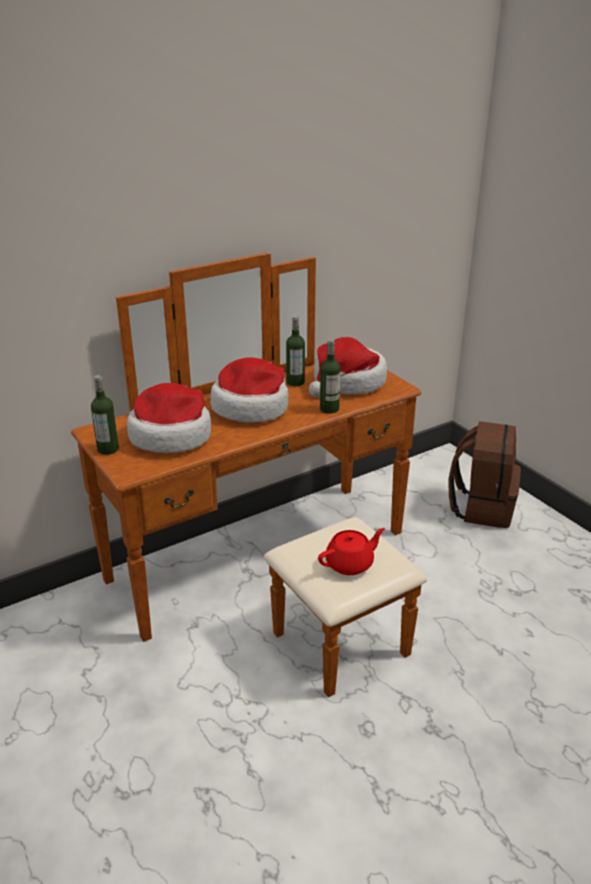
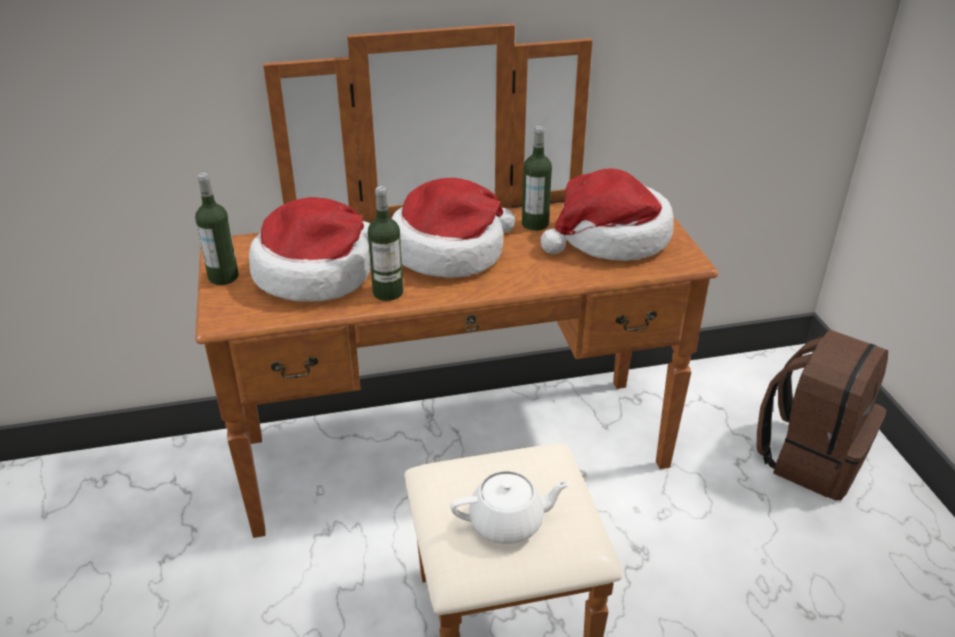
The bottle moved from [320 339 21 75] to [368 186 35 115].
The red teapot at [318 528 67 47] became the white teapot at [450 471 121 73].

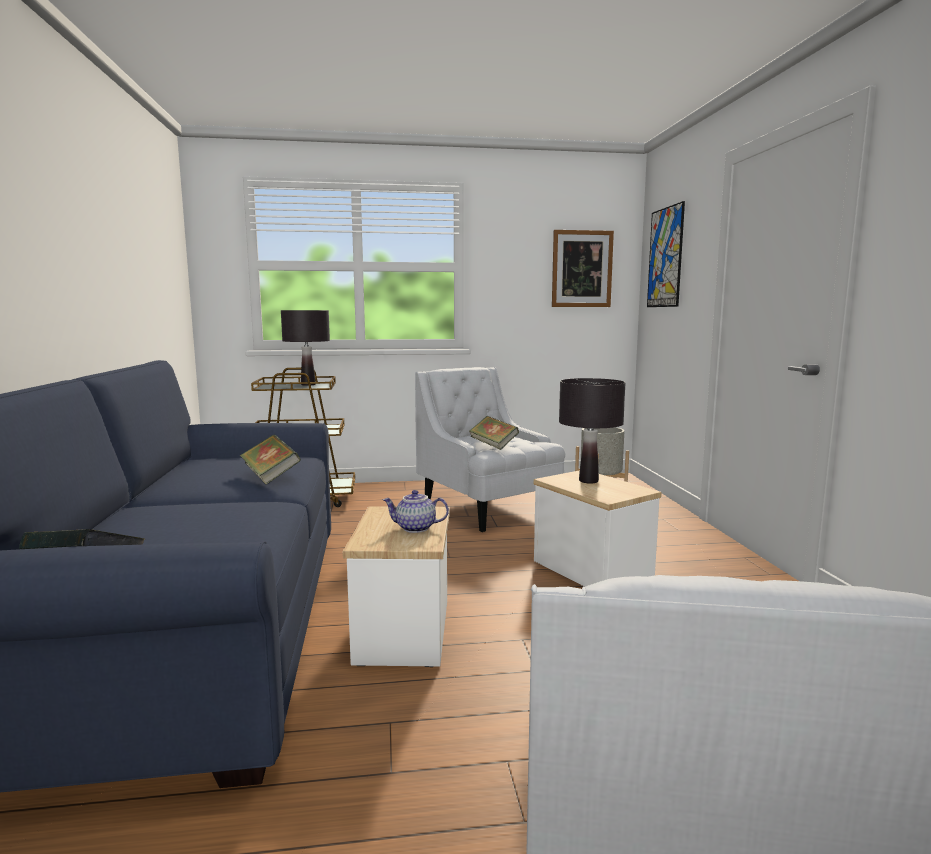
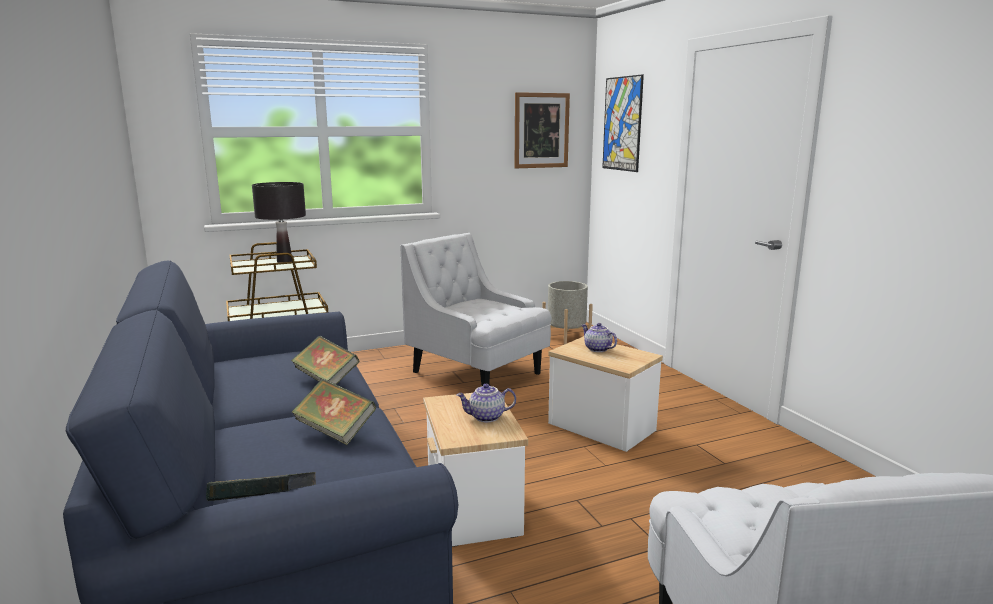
The black table lamp at [559 378 66 105] was replaced by the teapot at [582 323 35 29].
The book moved from [469 416 50 34] to [291 379 85 66].

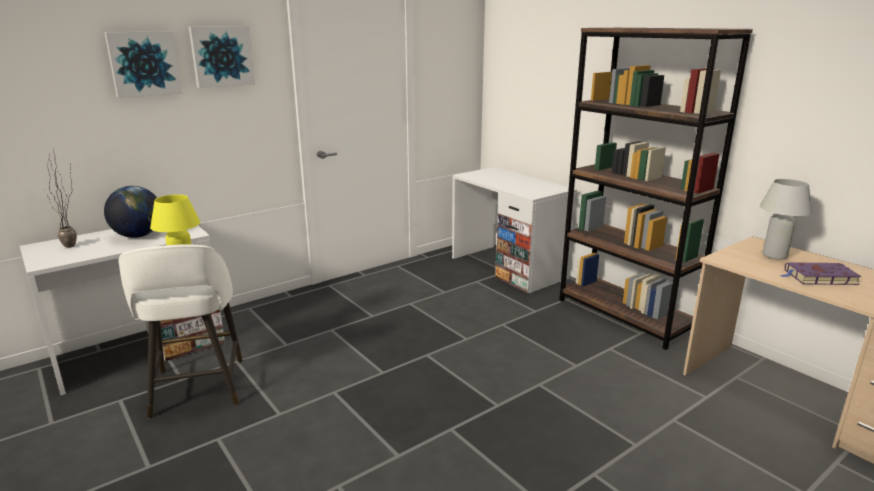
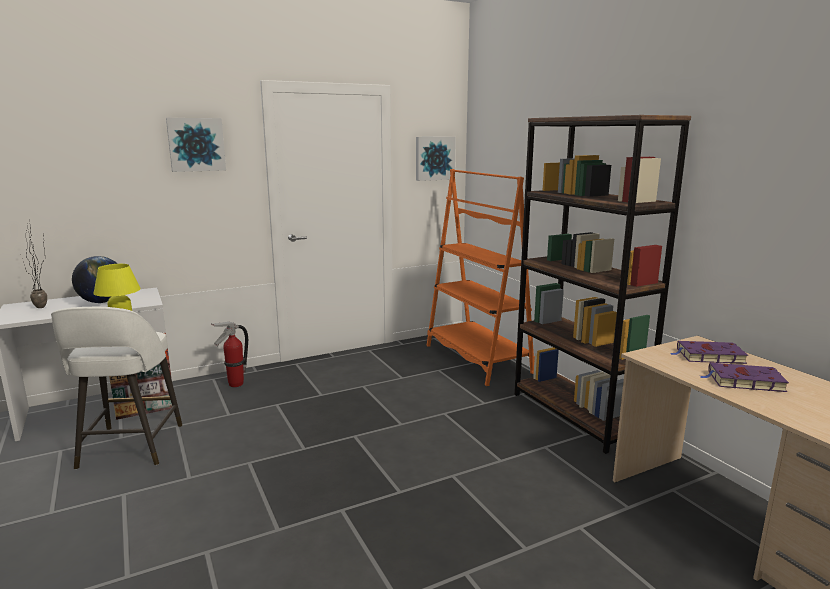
The picture moved from [104 31 78 67] to [416 137 40 44].
The white desk at [452 167 125 126] was replaced by the orange bookcase at [426 169 109 217].
The white table lamp at [759 179 53 81] was replaced by the purple book at [671 341 77 23].
The fire extinguisher at [211 322 37 65] appeared.

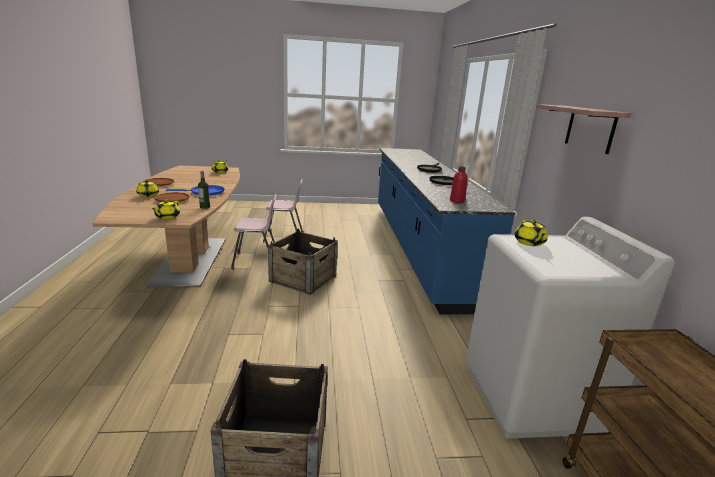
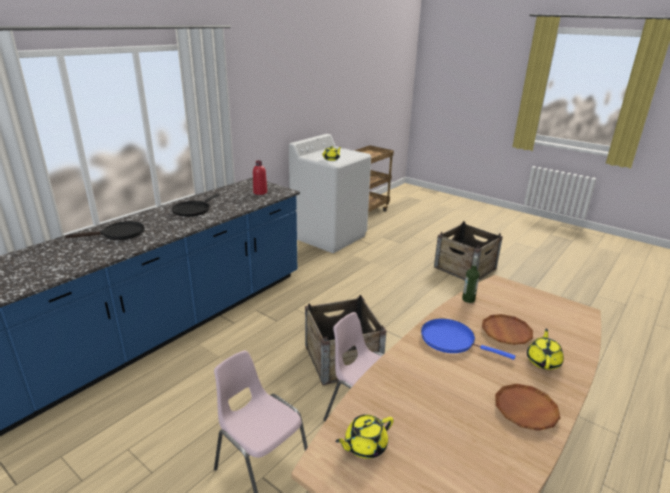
The shelf at [536 104 95 50] disappeared.
The yellow teapot at [151 199 29 20] disappeared.

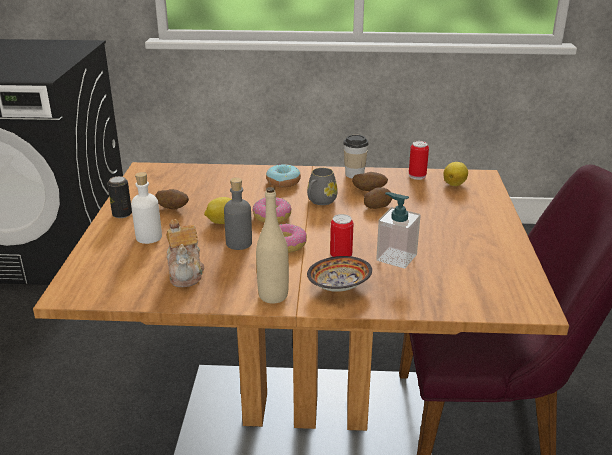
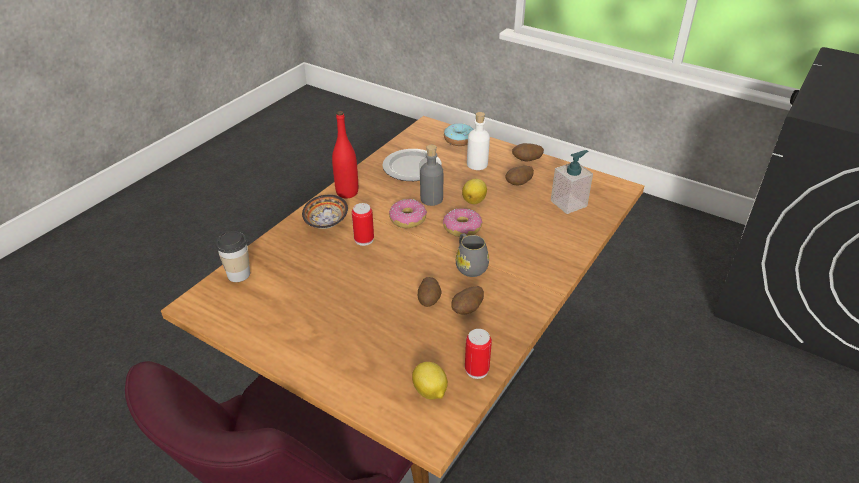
The cup moved from [343 135 25 44] to [216 231 34 51].
The donut moved from [266 164 35 24] to [444 123 30 23].
The can at [107 176 25 42] was replaced by the potato at [512 143 32 19].
The beige bottle at [256 187 33 117] became the red bottle at [332 111 26 87].
The soap dispenser moved from [376 192 45 77] to [551 150 42 64].
The teapot at [166 219 38 68] was replaced by the plate at [382 149 60 32].

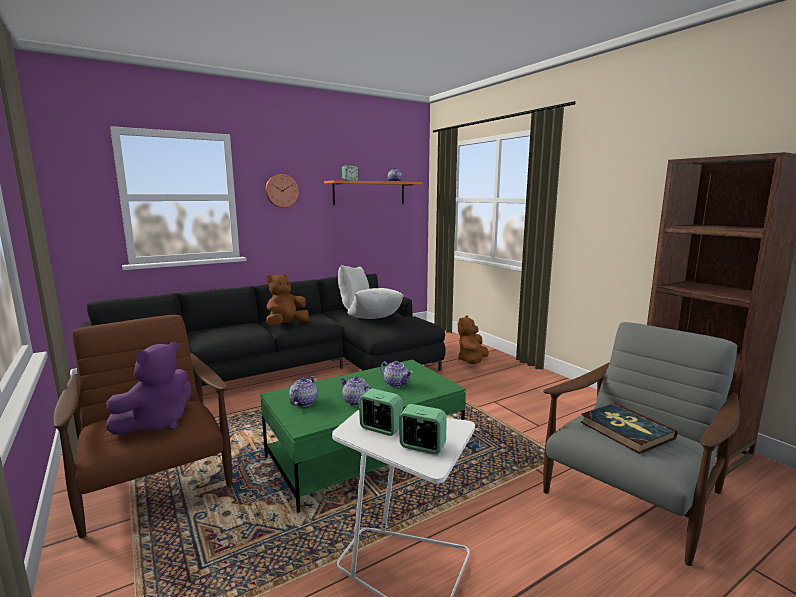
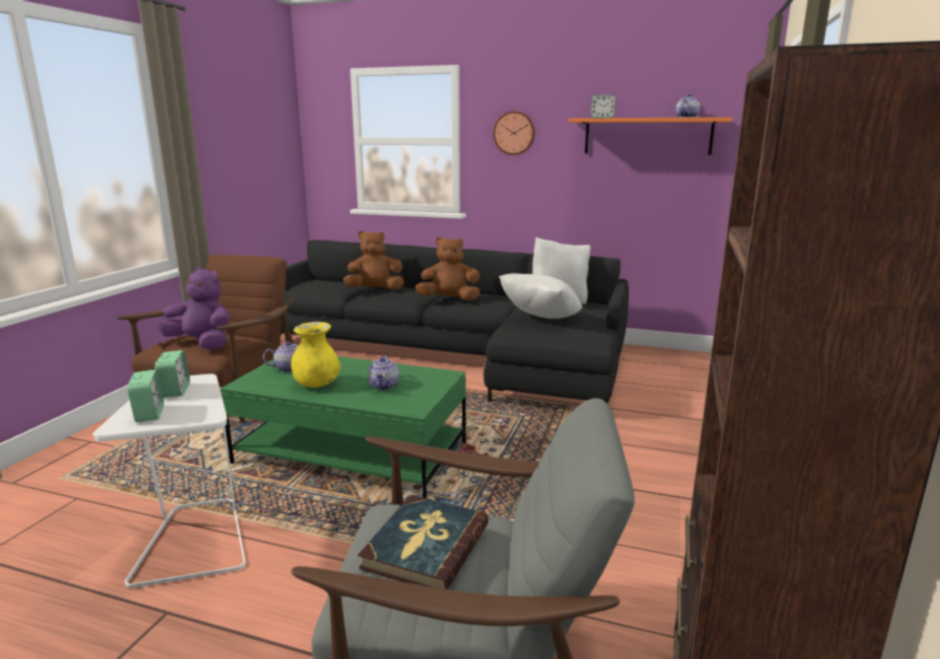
The brown plush toy moved from [458 315 31 49] to [343 231 61 59].
The purple plush toy at [106 342 86 93] turned 150 degrees counterclockwise.
The teapot at [339 376 34 30] was replaced by the yellow vase at [291 322 50 66].

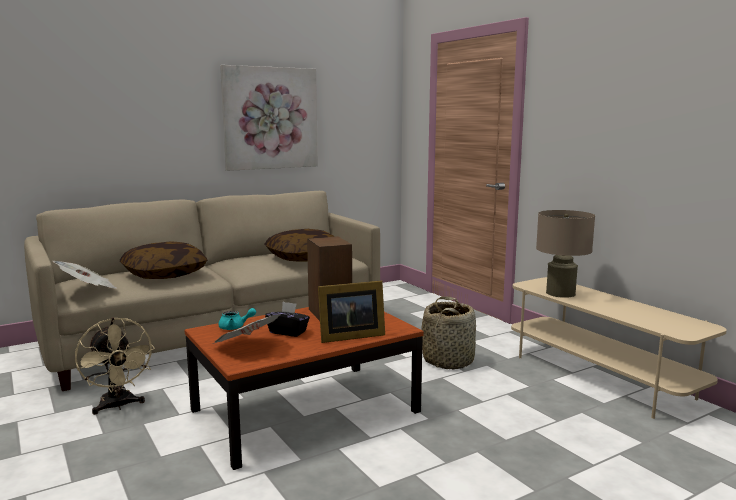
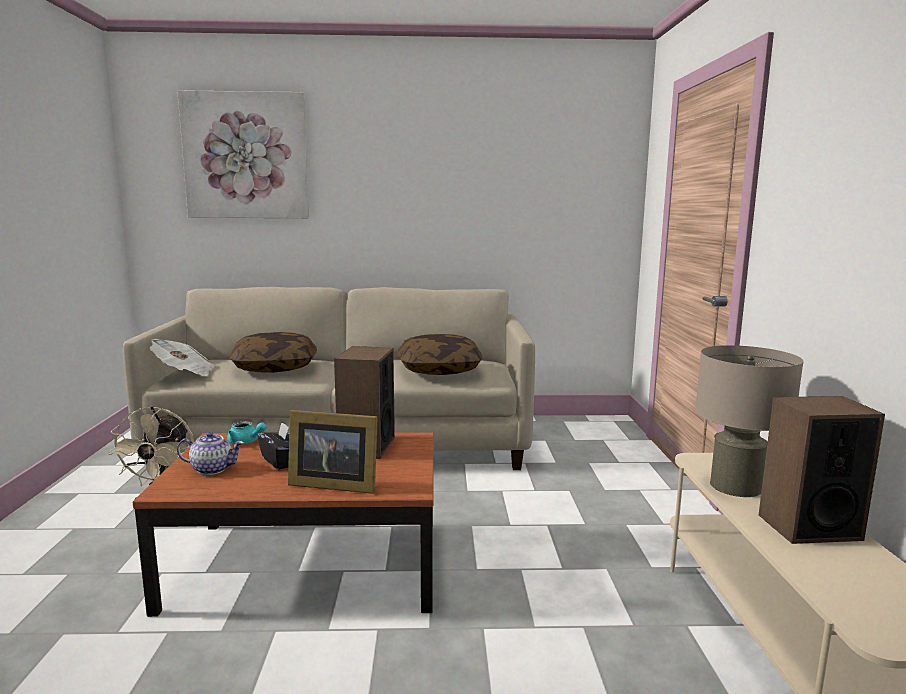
The picture moved from [220 65 98 106] to [177 90 132 128].
The basket at [421 297 55 72] disappeared.
The newspaper at [212 314 68 30] was replaced by the teapot at [177 432 67 43].
The speaker at [759 396 126 148] appeared.

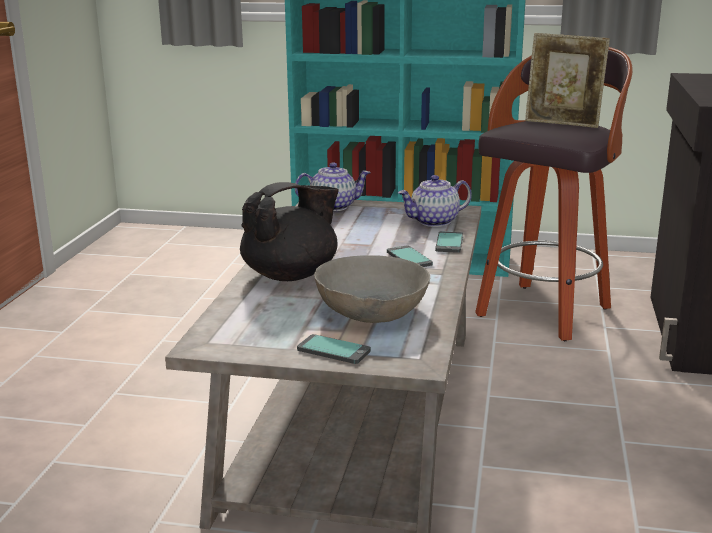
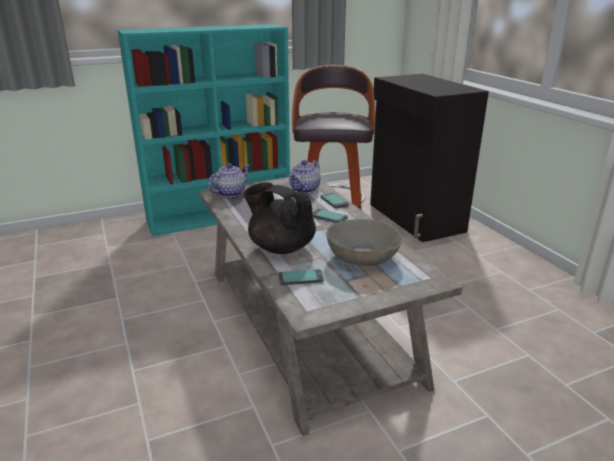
The picture frame at [525 33 85 95] disappeared.
The black teapot at [240 182 99 99] turned 75 degrees counterclockwise.
The phone moved from [297 334 74 30] to [278 269 46 16].

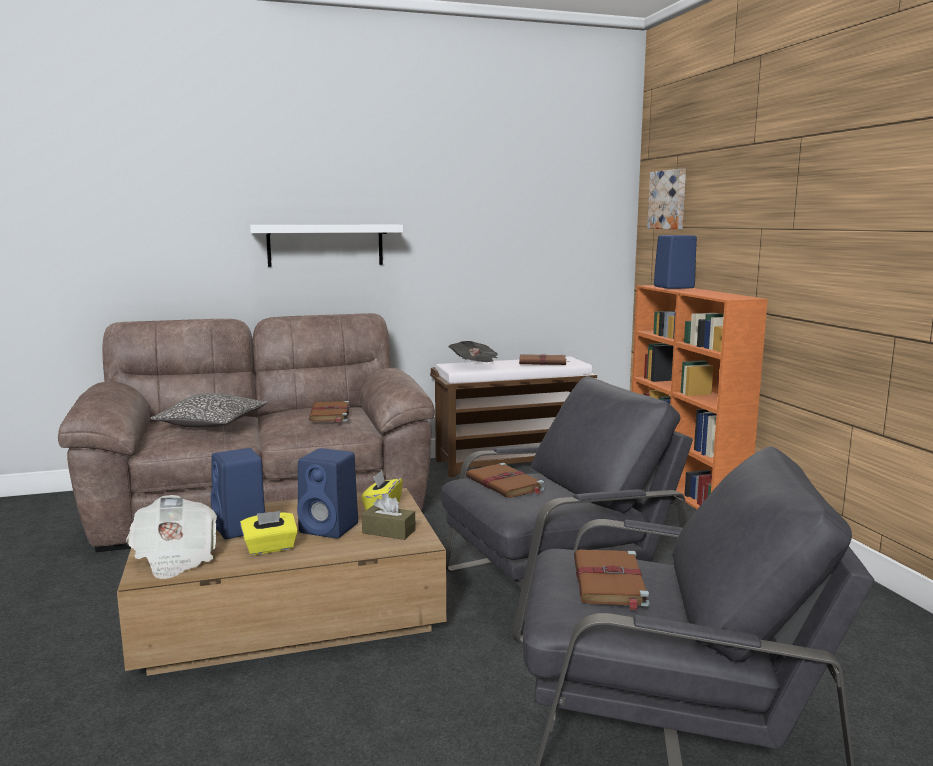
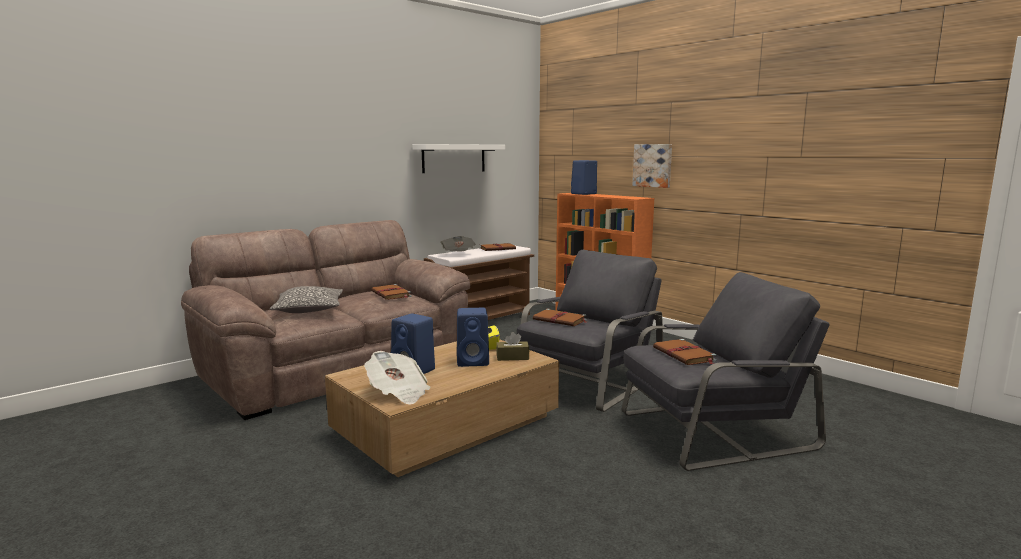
The picture moved from [647 169 39 60] to [632 144 40 44].
The white shelf moved from [250 225 153 42] to [412 144 93 29].
The yellow tissue box at [240 511 58 44] disappeared.

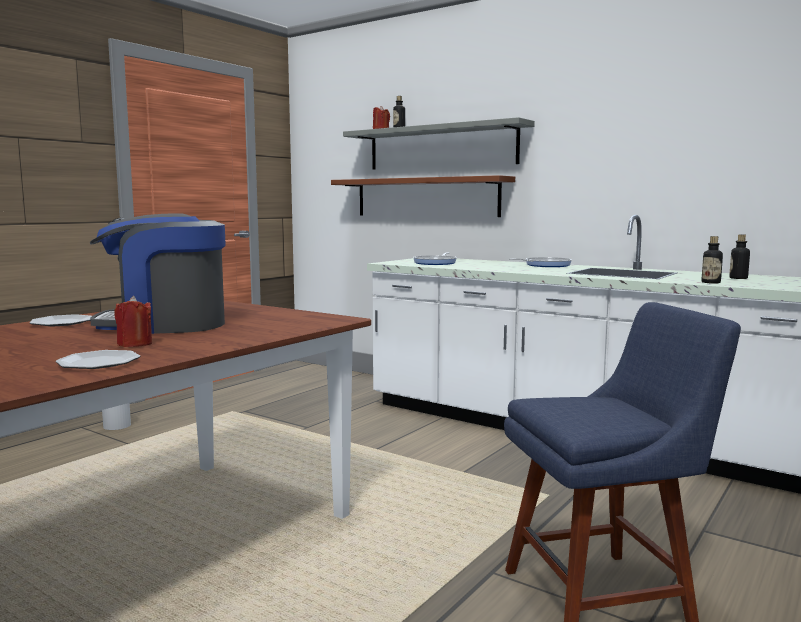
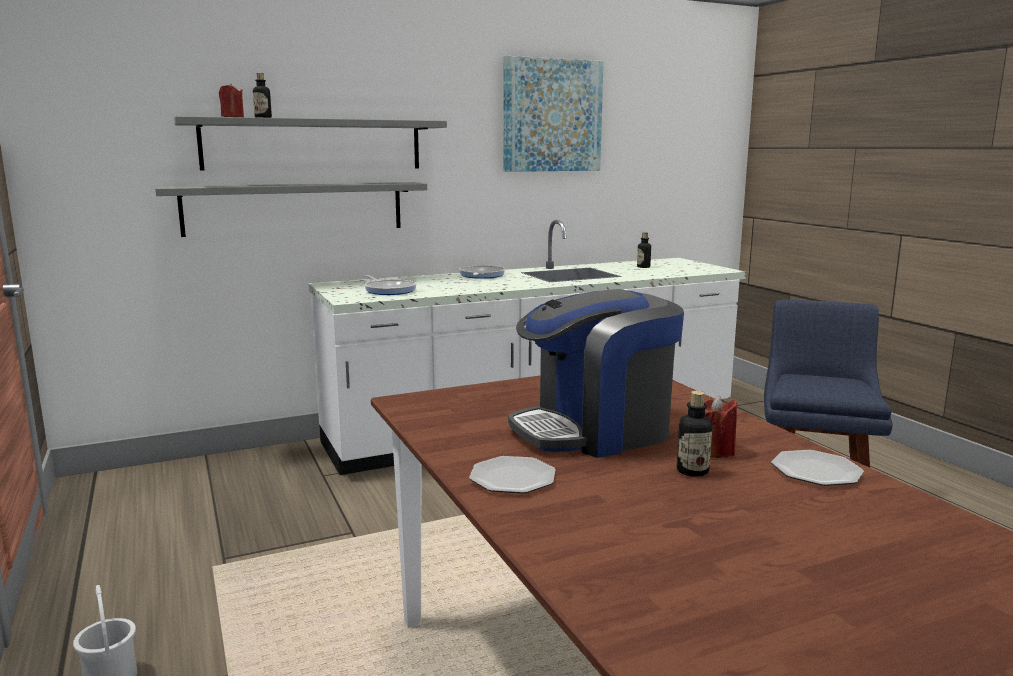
The brown shelf at [331 175 184 42] became the grey shelf at [155 182 272 55].
The coffee machine at [90 213 136 121] turned 45 degrees clockwise.
The bottle moved from [701 236 22 48] to [677 391 35 86].
The picture at [503 56 101 116] appeared.

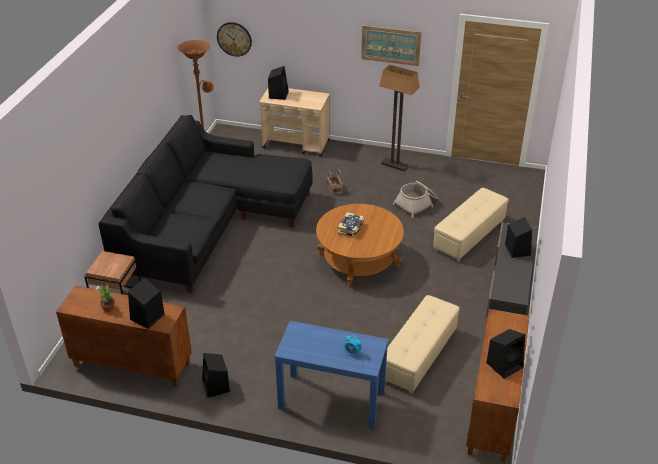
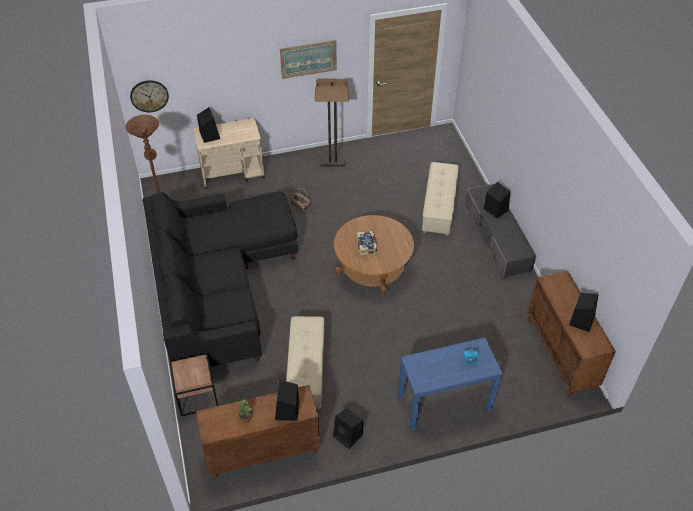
The basket at [393 181 45 37] disappeared.
The beige ottoman moved from [385 295 75 99] to [286 316 38 93].

